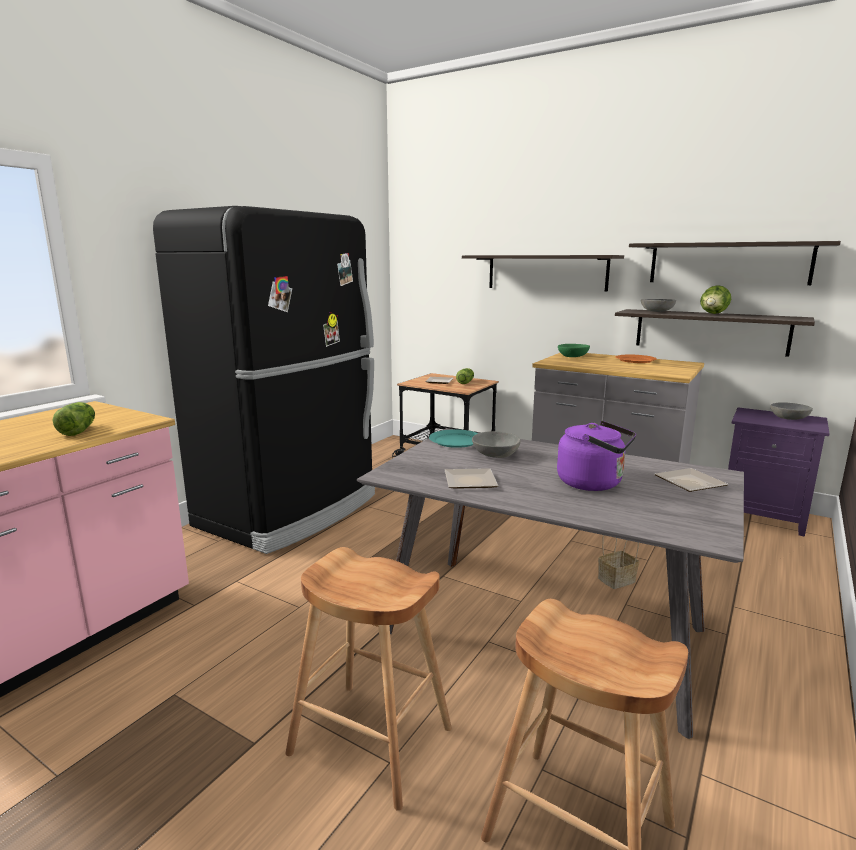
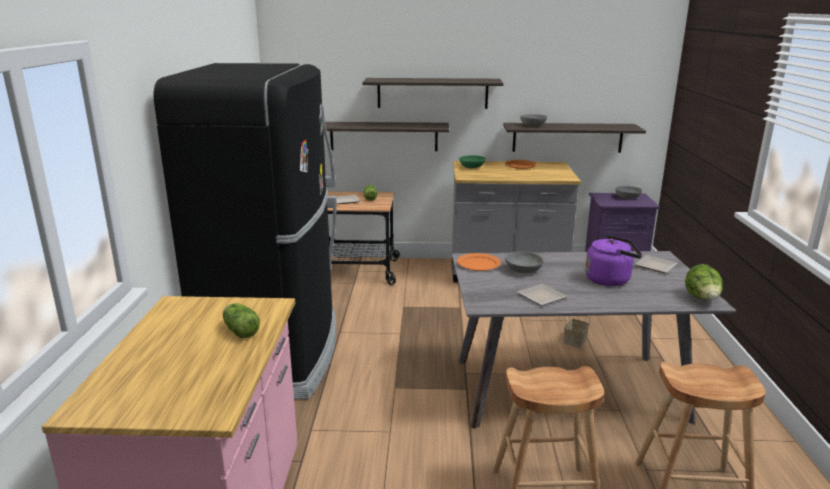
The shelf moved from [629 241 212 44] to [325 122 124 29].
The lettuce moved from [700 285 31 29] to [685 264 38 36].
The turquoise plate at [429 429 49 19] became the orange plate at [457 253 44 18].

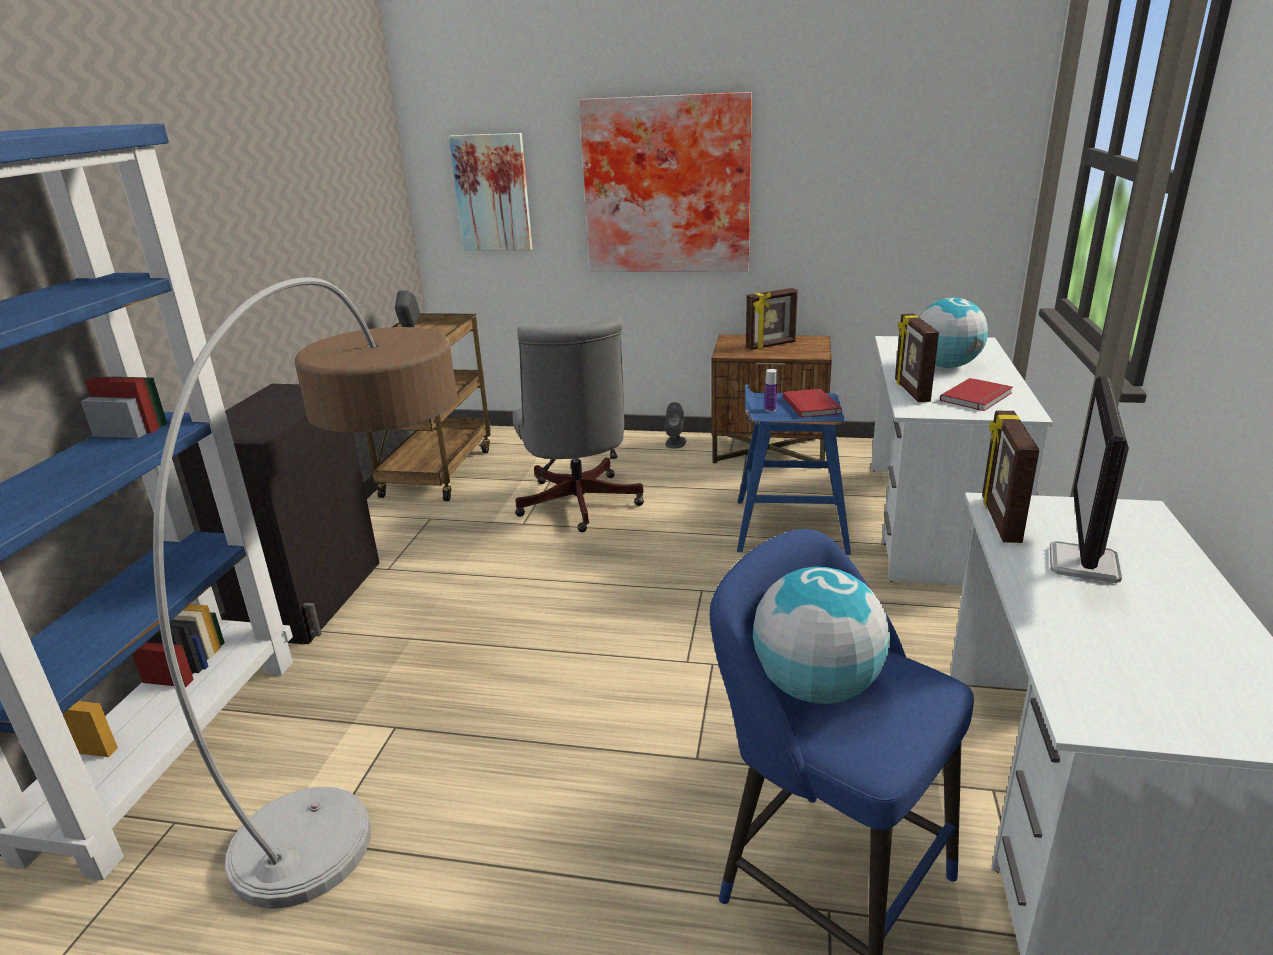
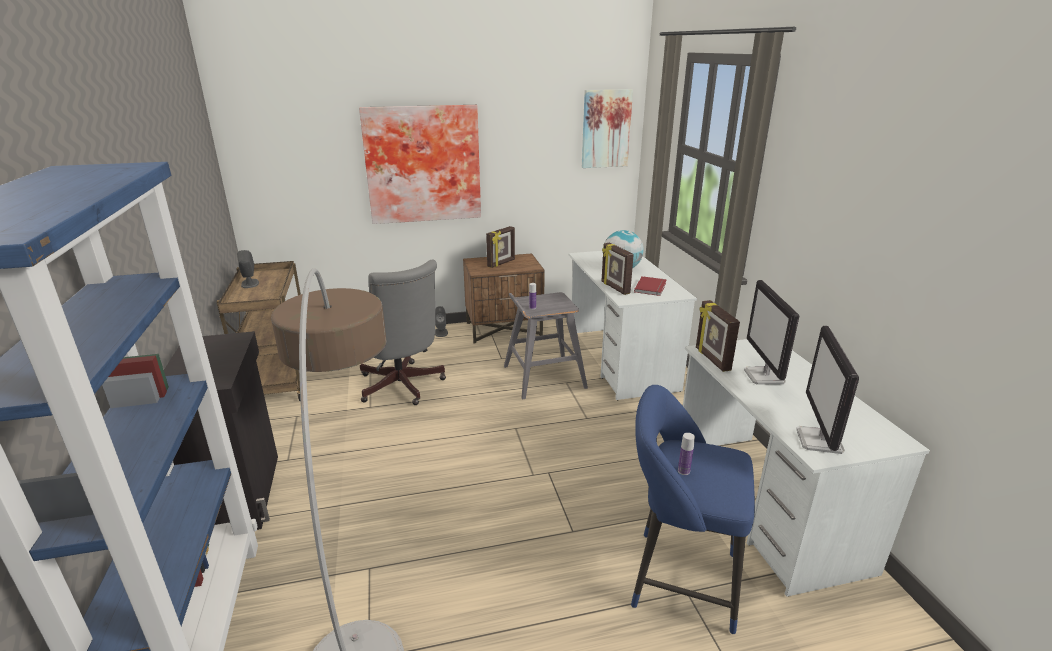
The picture moved from [449 133 83 118] to [582 89 51 79].
The blue stool at [737 384 114 171] became the grey stool at [504 292 84 107].
The red book at [783 389 59 29] disappeared.
The globe at [753 567 137 137] was replaced by the bottle at [678 433 17 42].
The monitor at [796 326 63 128] appeared.

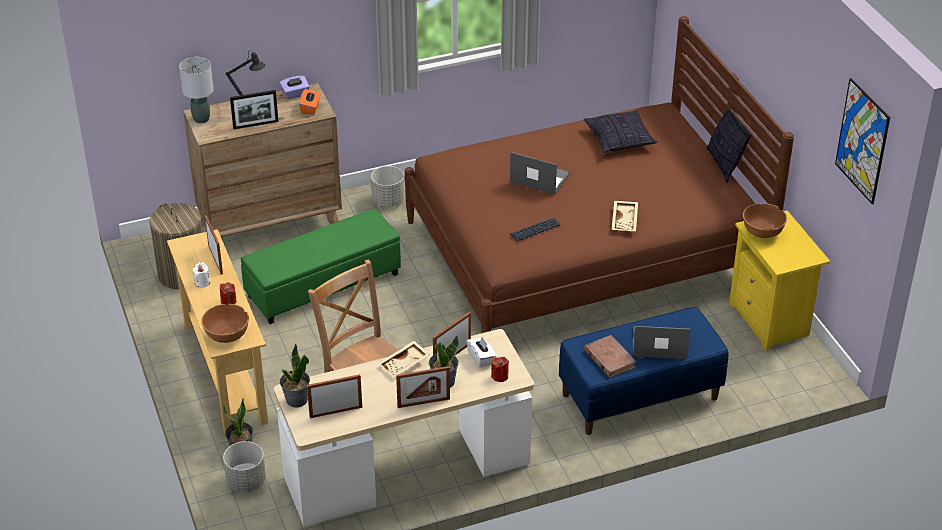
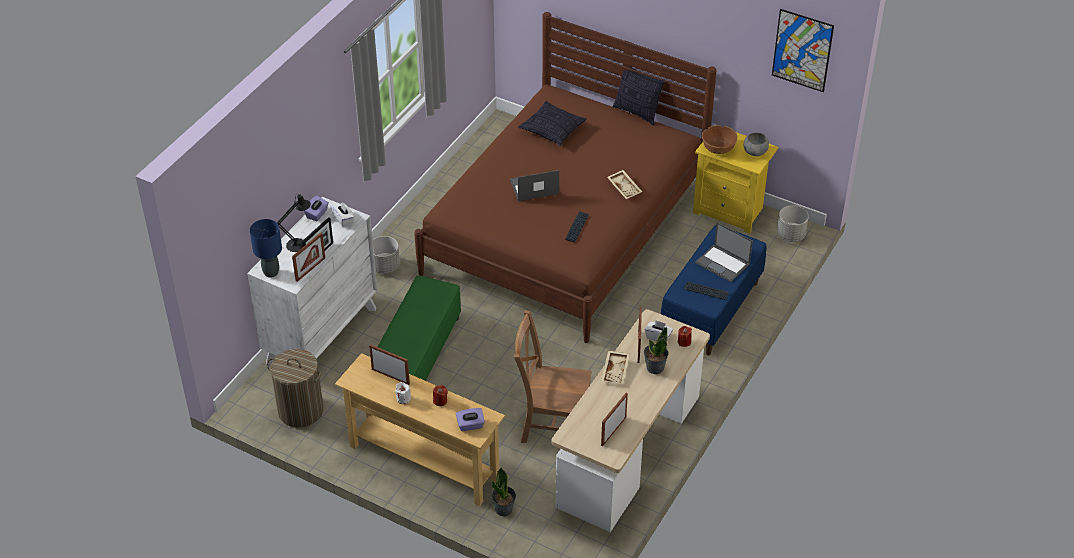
The grey table lamp at [179 57 35 67] became the blue table lamp at [250 219 32 59].
The brown dresser at [184 83 158 158] became the white dresser at [247 197 130 169].
The orange tissue box at [299 89 22 26] became the white tissue box at [331 202 24 25].
The brown bowl at [201 304 48 39] was replaced by the purple tissue box at [456 408 29 23].
The laptop at [633 326 58 33] turned 105 degrees counterclockwise.
The brown book at [584 335 53 43] was replaced by the keyboard at [684 281 45 19].
The potted plant at [280 343 30 64] disappeared.
The picture frame moved from [396 366 54 42] to [292 233 33 49].
The grey planter moved from [223 441 43 51] to [777 205 32 37].
The grey bowl at [744 132 25 24] appeared.

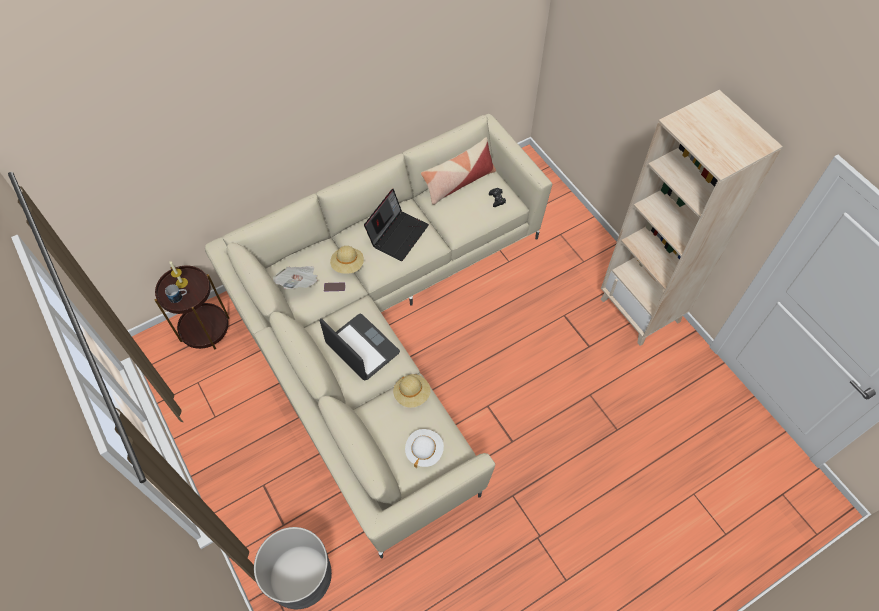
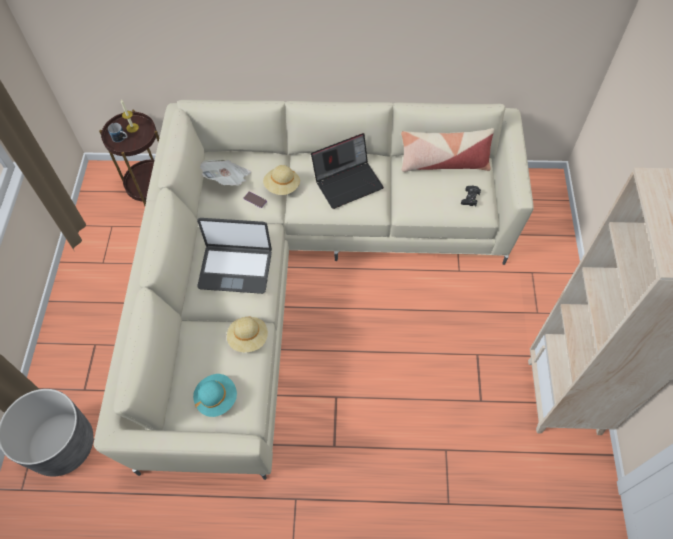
The laptop at [320 314 80 66] turned 105 degrees clockwise.
The white hat at [405 429 39 39] became the turquoise hat at [193 374 44 43].

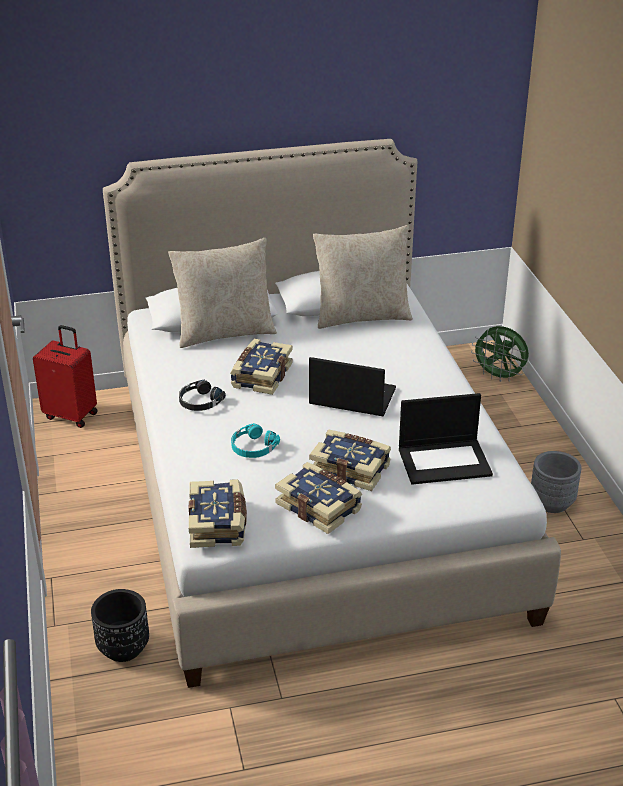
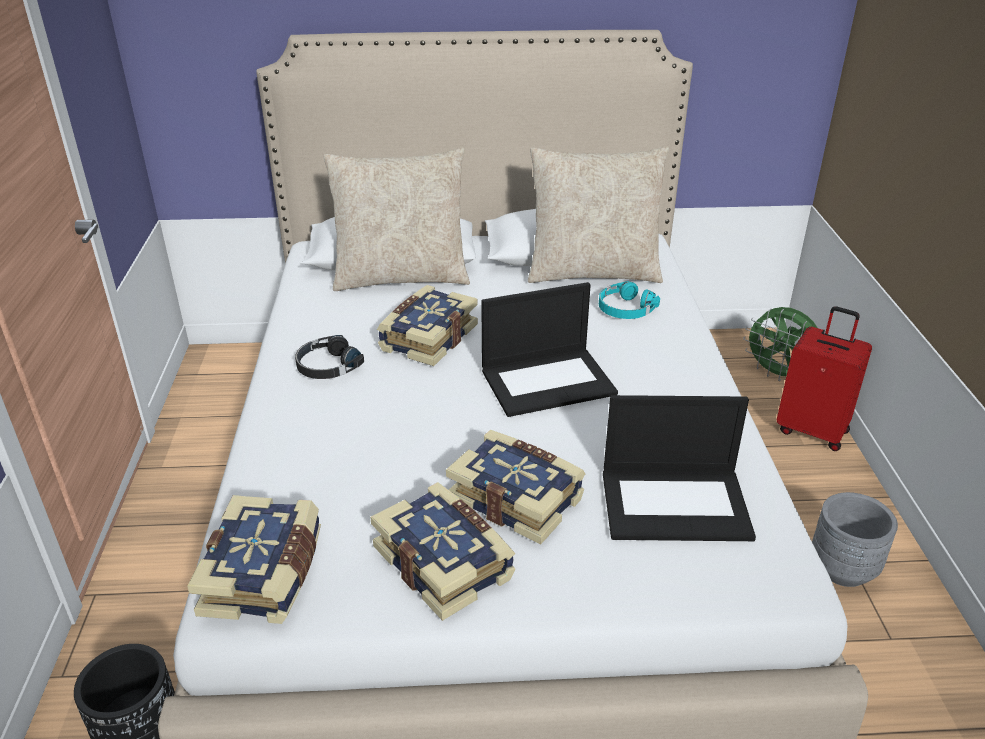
The red suitcase moved from [33 325 65 103] to [777 306 95 145].
The laptop at [309 357 87 59] turned 135 degrees clockwise.
The turquoise headphones moved from [231 423 49 35] to [599 281 61 38].

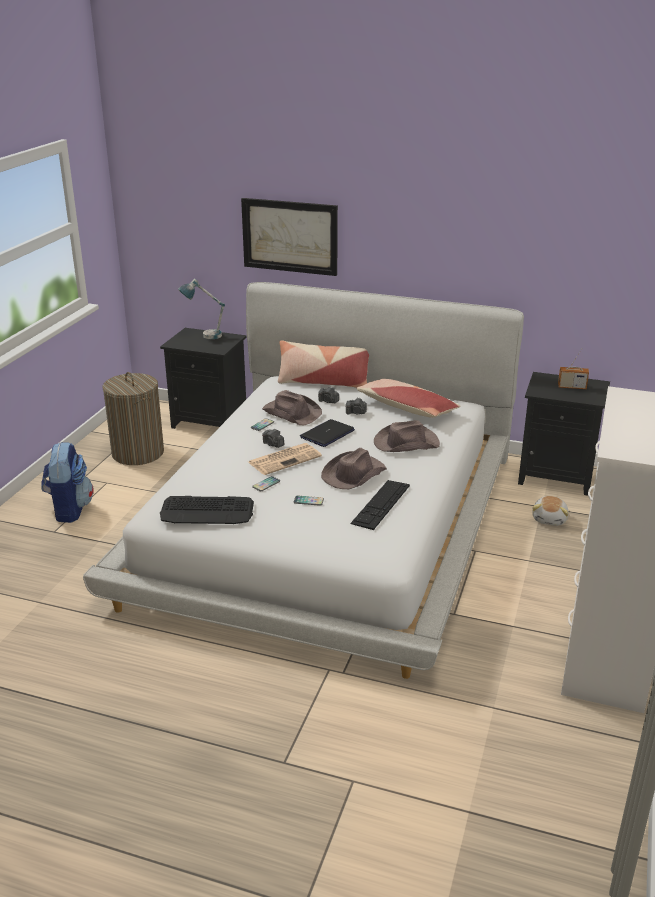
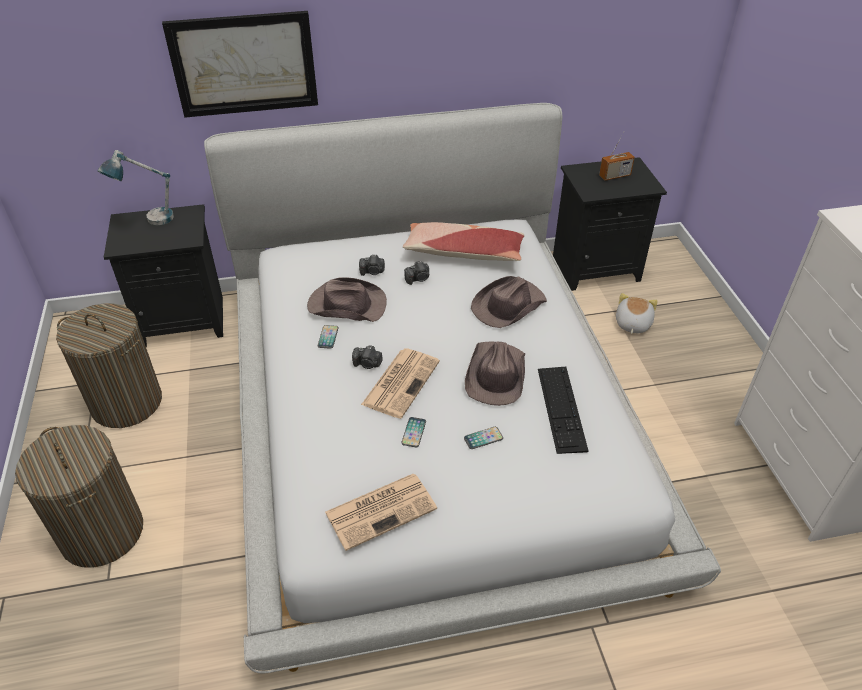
The pillow at [278 340 91 48] disappeared.
The laptop at [300 419 55 28] disappeared.
The backpack at [41 442 53 81] was replaced by the laundry basket at [15 425 128 143].
The keyboard at [160 496 94 28] was replaced by the newspaper at [325 474 112 77].
The plush toy at [532 496 37 30] turned 150 degrees counterclockwise.

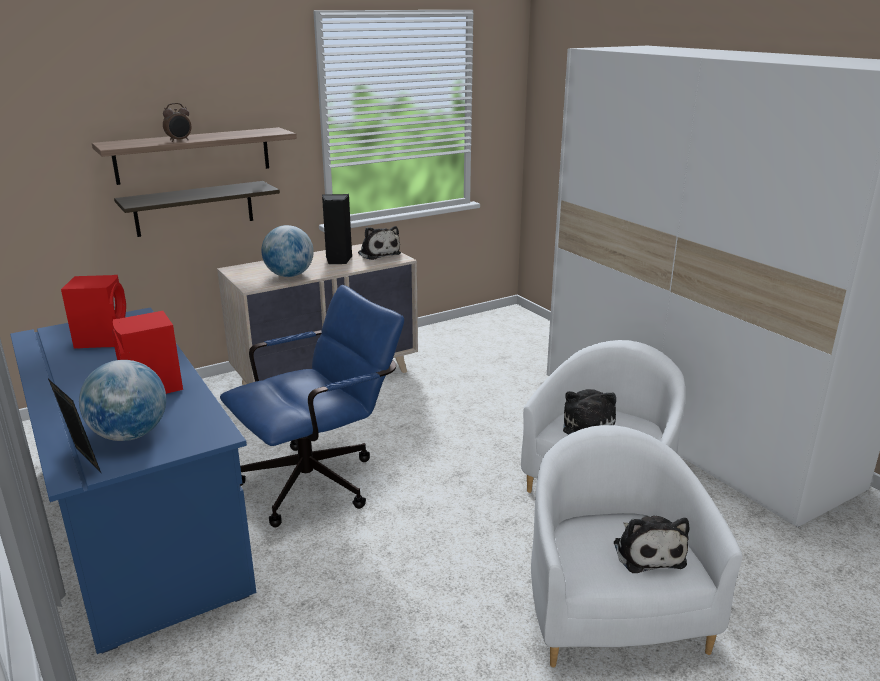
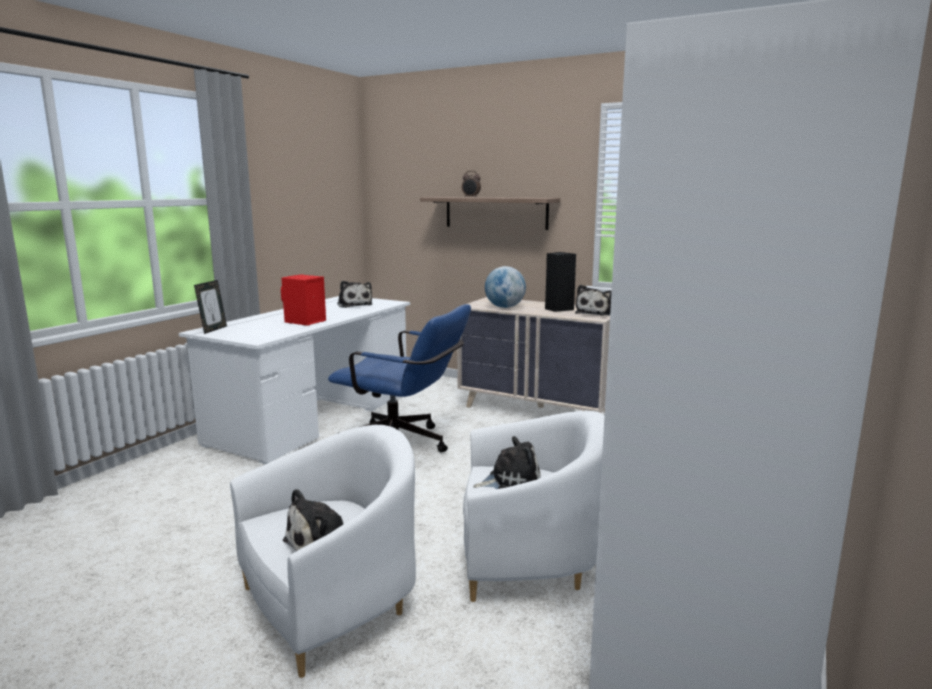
The shelf at [114 181 166 56] disappeared.
The red speaker at [61 275 65 74] was replaced by the plush toy at [337 281 35 27].
The blue desk at [10 307 246 347] became the white desk at [179 296 231 168].
The globe at [79 360 87 81] disappeared.

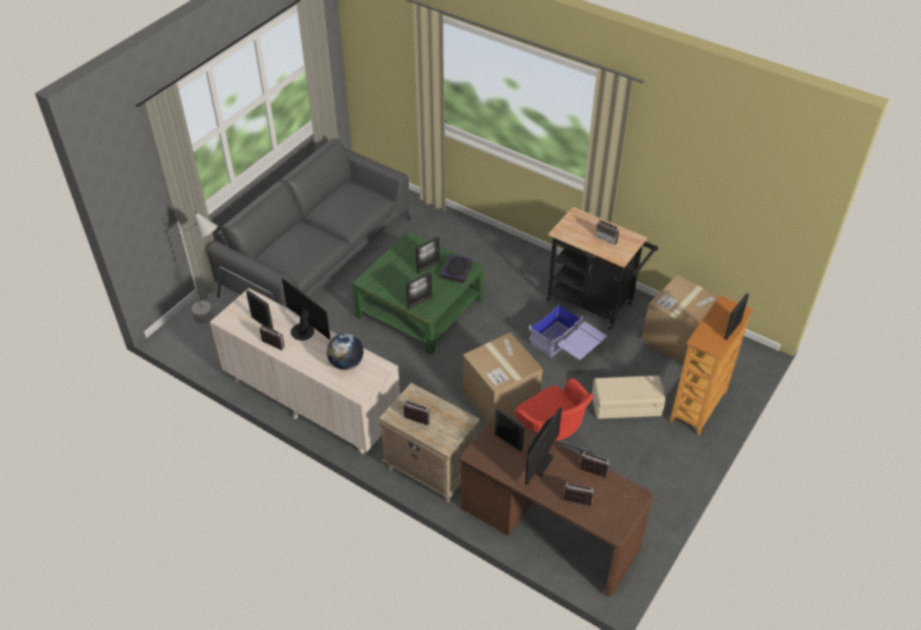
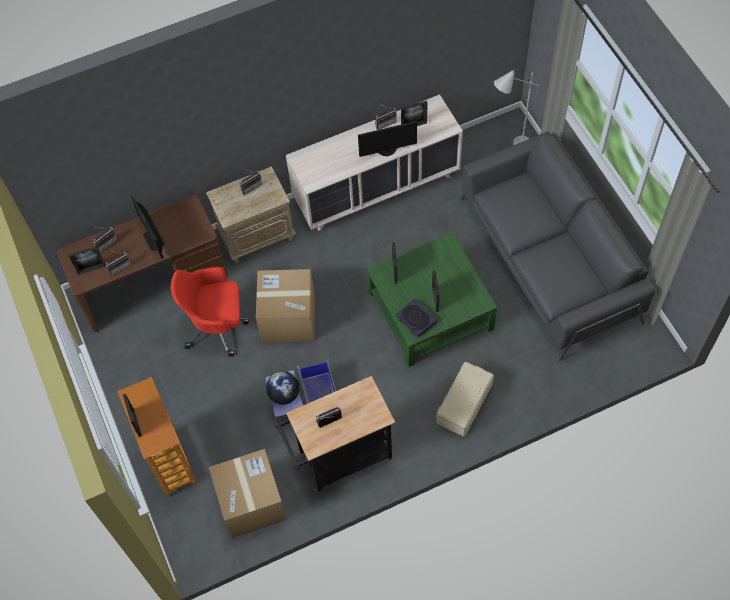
The globe moved from [327 333 36 37] to [266 371 34 34].
The beige storage box moved from [592 375 74 44] to [436 362 58 75].
The picture frame moved from [495 408 30 44] to [69 246 36 29].

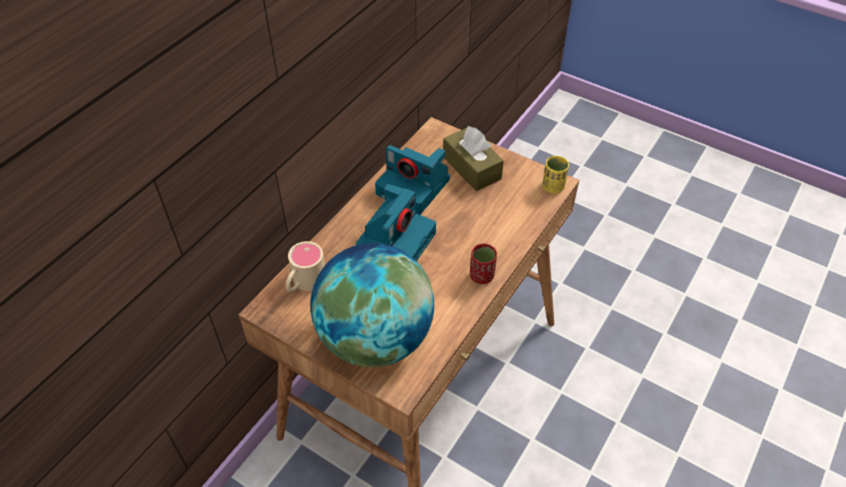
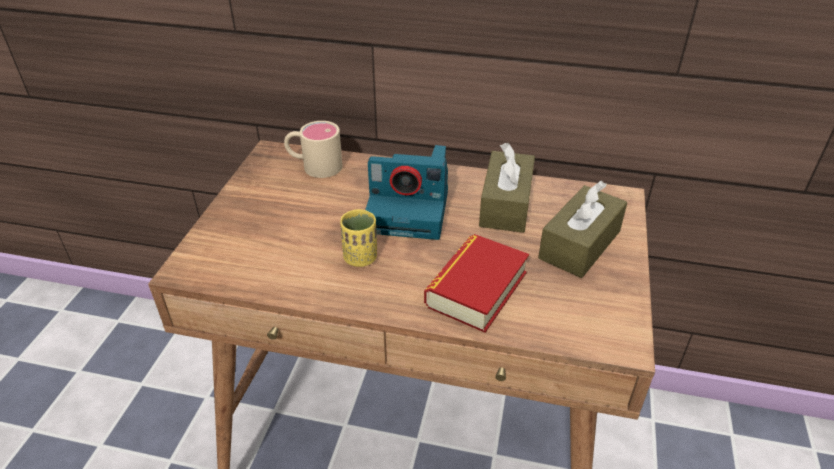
The photo camera at [375 145 75 70] was replaced by the brown tissue box at [479 143 56 90].
The yellow cup moved from [542 156 27 37] to [340 209 37 58].
The globe at [310 243 124 124] disappeared.
The red cup at [470 243 27 41] disappeared.
The book at [424 234 105 99] appeared.

